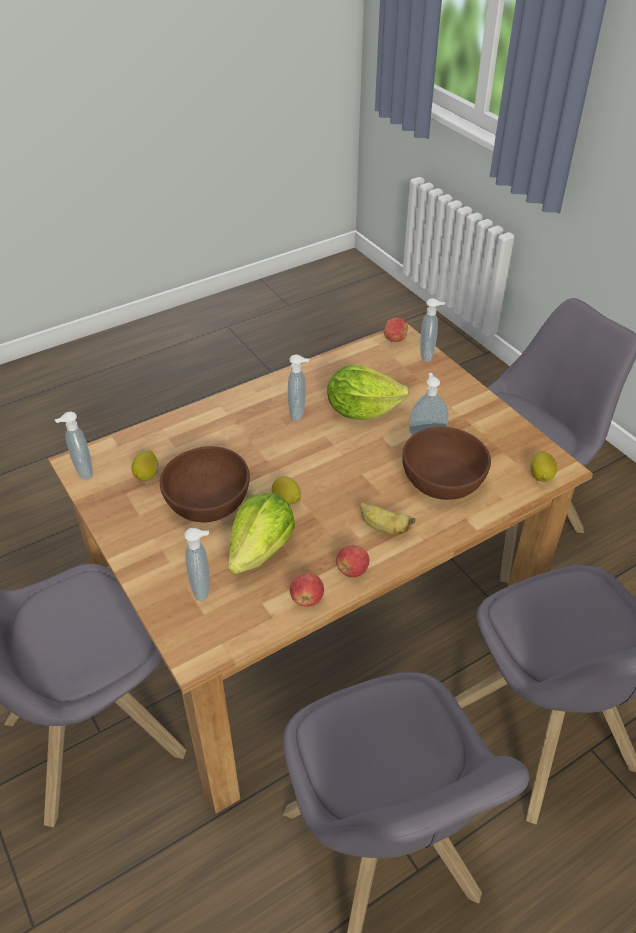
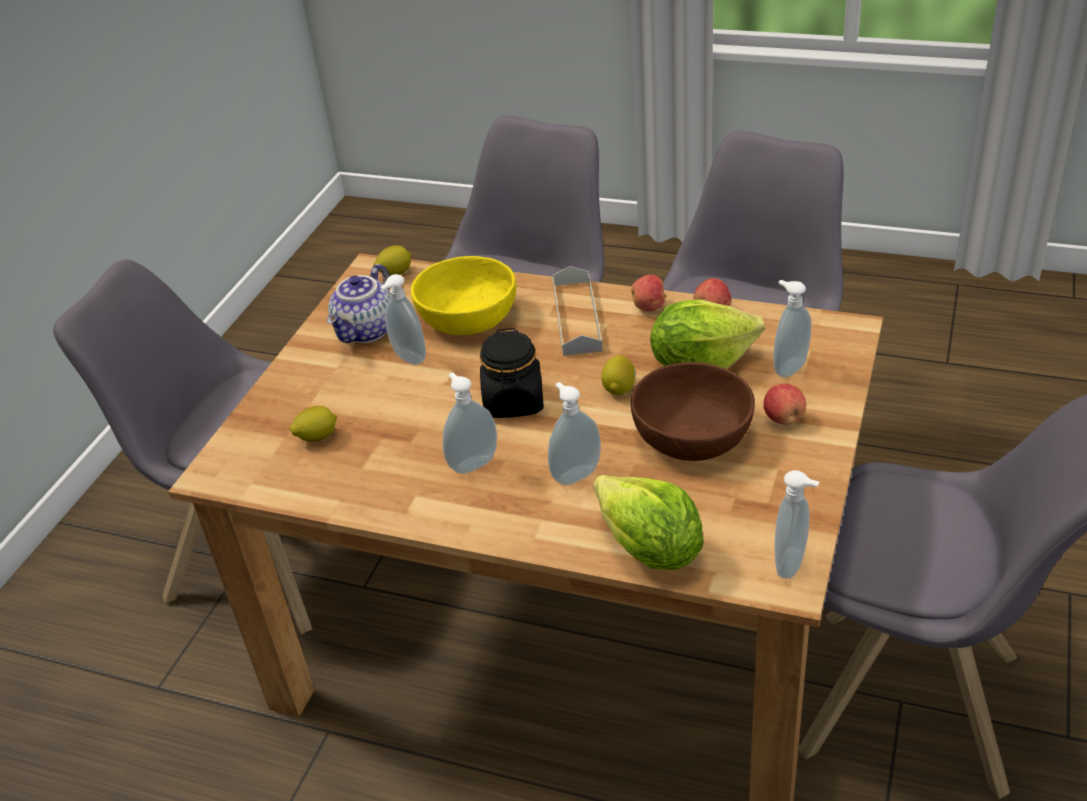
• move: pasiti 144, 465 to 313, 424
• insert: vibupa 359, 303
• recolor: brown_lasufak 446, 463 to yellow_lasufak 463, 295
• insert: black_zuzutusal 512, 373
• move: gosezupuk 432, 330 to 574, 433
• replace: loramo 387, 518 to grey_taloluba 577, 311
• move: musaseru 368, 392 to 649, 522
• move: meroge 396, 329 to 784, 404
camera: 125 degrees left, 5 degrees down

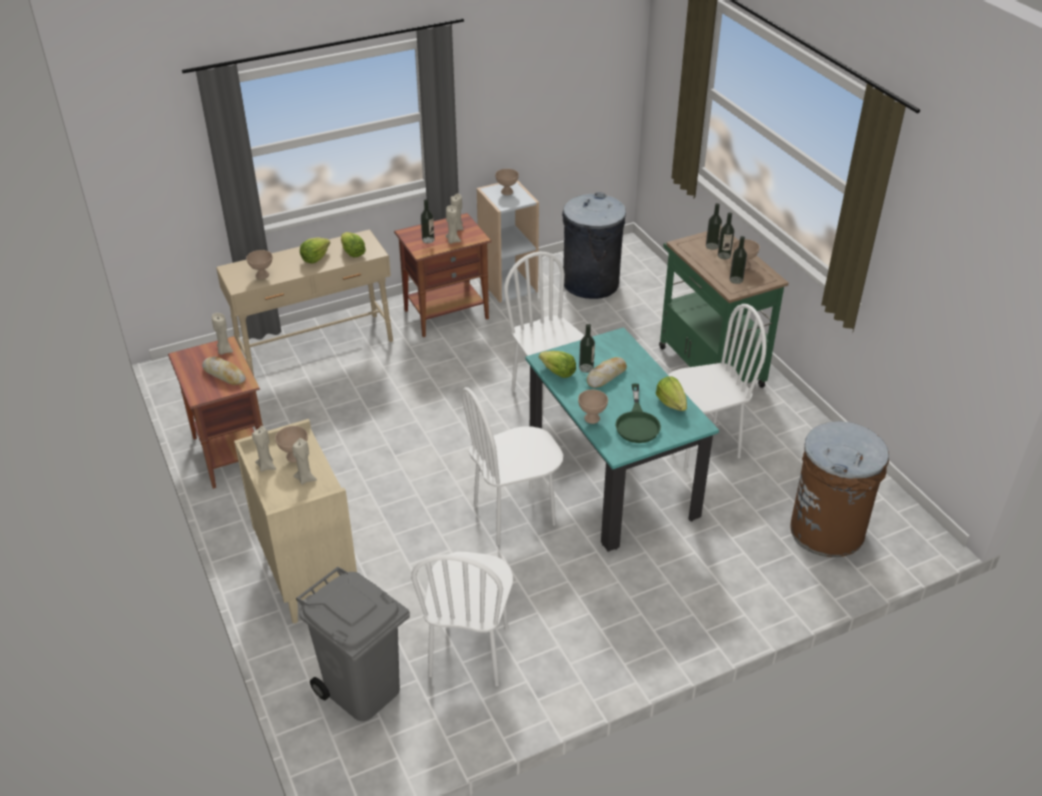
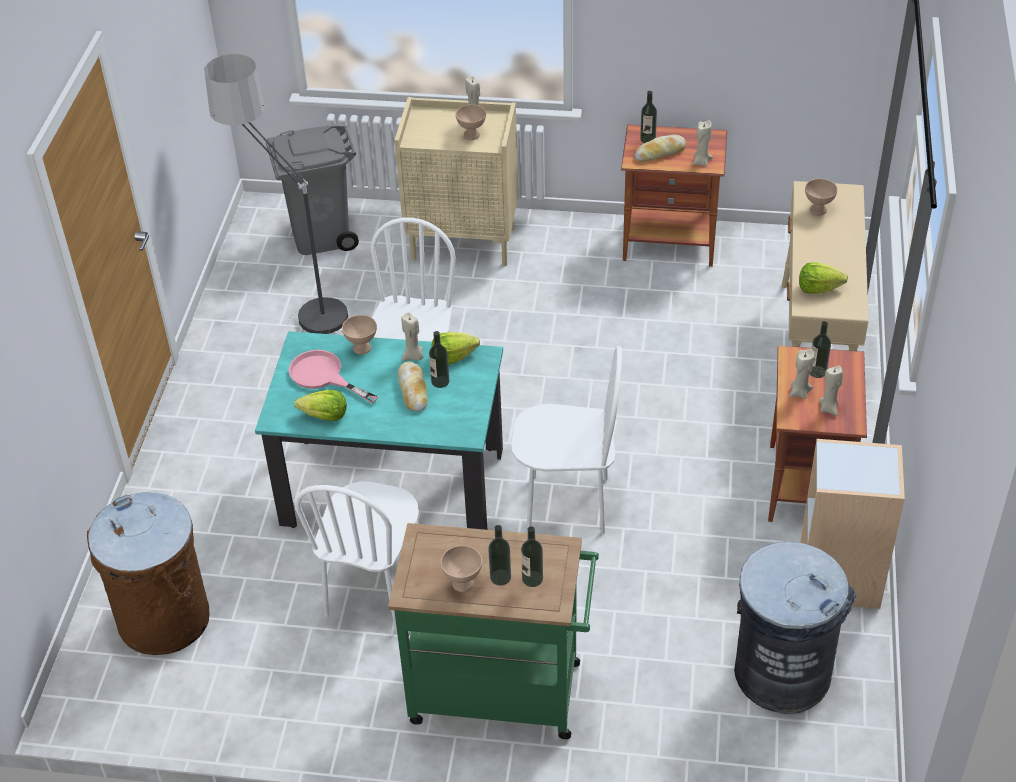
• replace: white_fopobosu 462, 619 to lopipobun 276, 194
• recolor: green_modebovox 638, 413 to pink_modebovox 333, 376
• move: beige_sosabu 304, 461 to 412, 336
• move: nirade 738, 260 to 648, 117
• delete: musaseru 315, 250
• delete: beige_lasufak 507, 182
camera: 125 degrees right, 5 degrees up

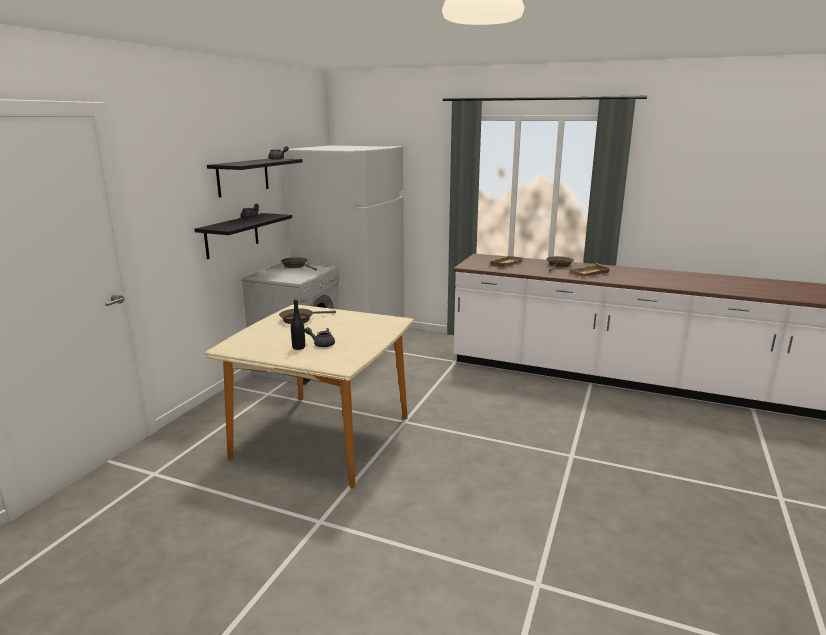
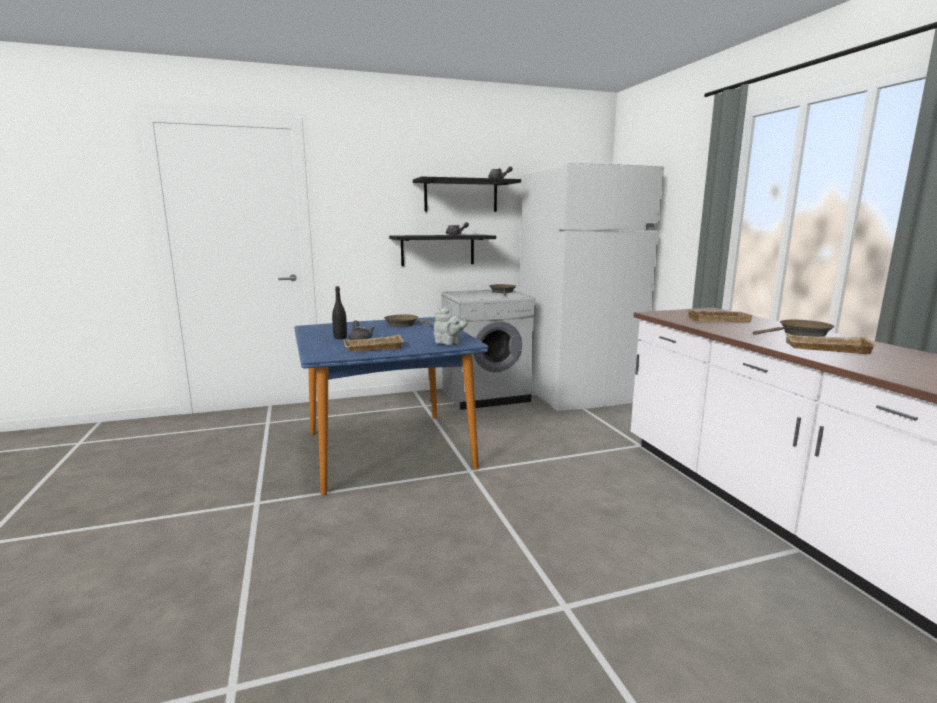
• recolor: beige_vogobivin 309, 396 to blue_vogobivin 391, 406
• insert: beige_taloluba 374, 343
• insert: grey_vibupa 451, 326
camera: 50 degrees right, 5 degrees down

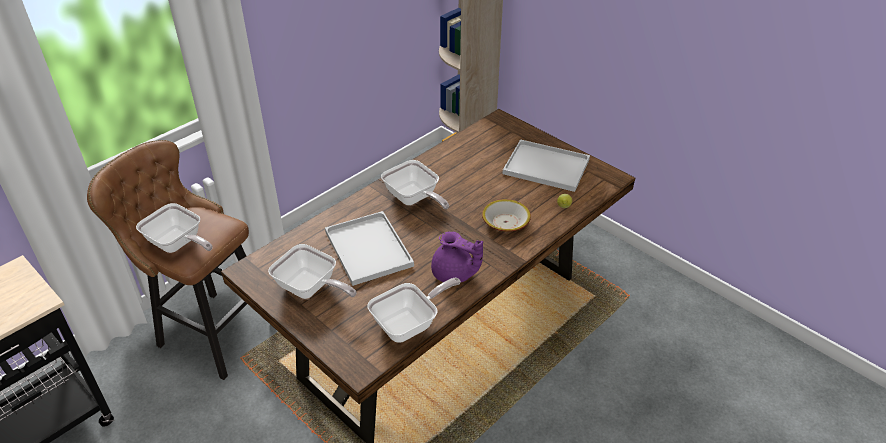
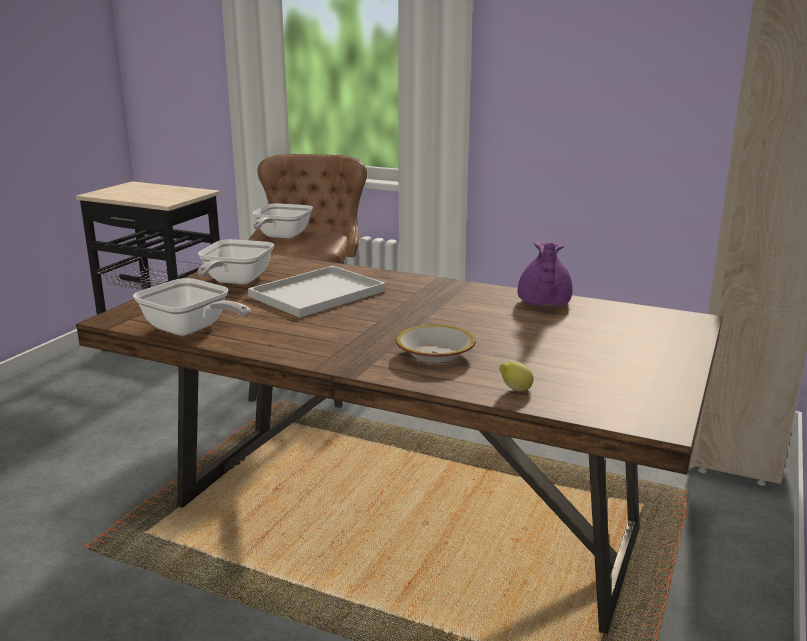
• move: purple_vibupa 457, 256 to 545, 274
• delete: modebovox 415, 184
• delete: white_taloluba 546, 165
camera: 70 degrees right, 20 degrees down

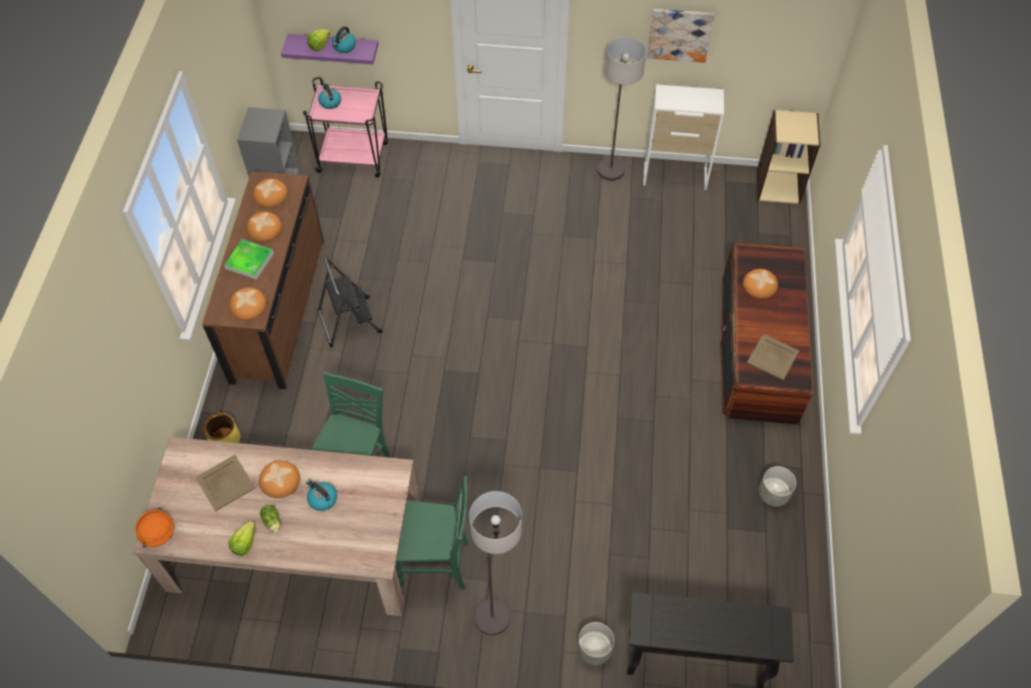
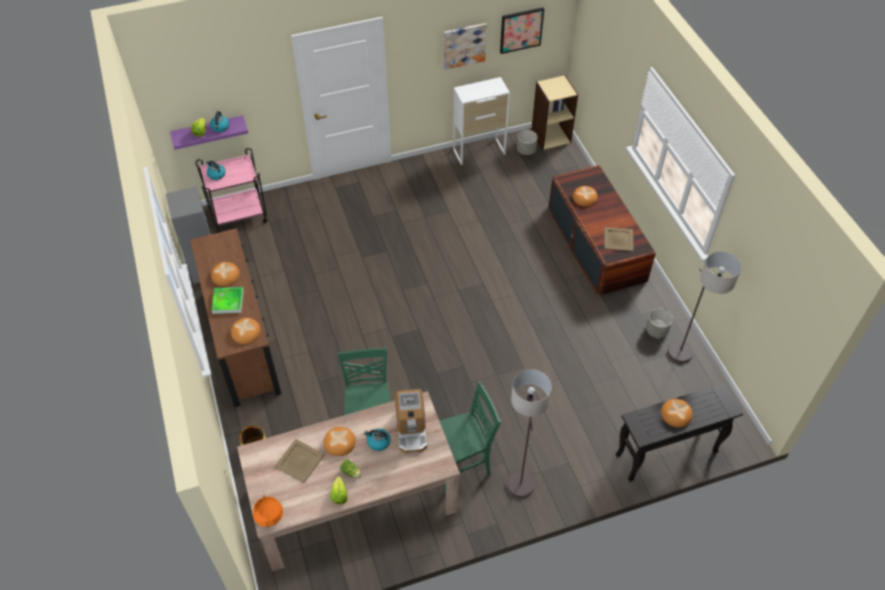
• insert: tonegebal 411, 421
• insert: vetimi 522, 30
• move: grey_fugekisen 595, 643 to 527, 142
• move: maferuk 270, 193 to 677, 413
• move: grey_lopipobun 621, 109 to 704, 307
• delete: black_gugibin 350, 303
camera: 25 degrees left, 5 degrees down

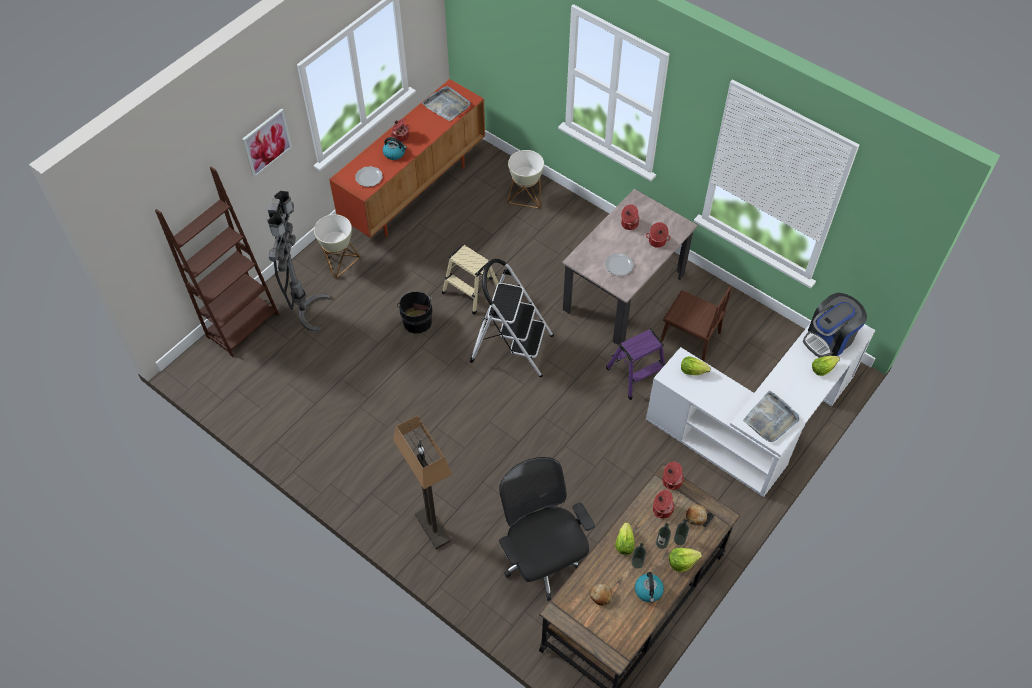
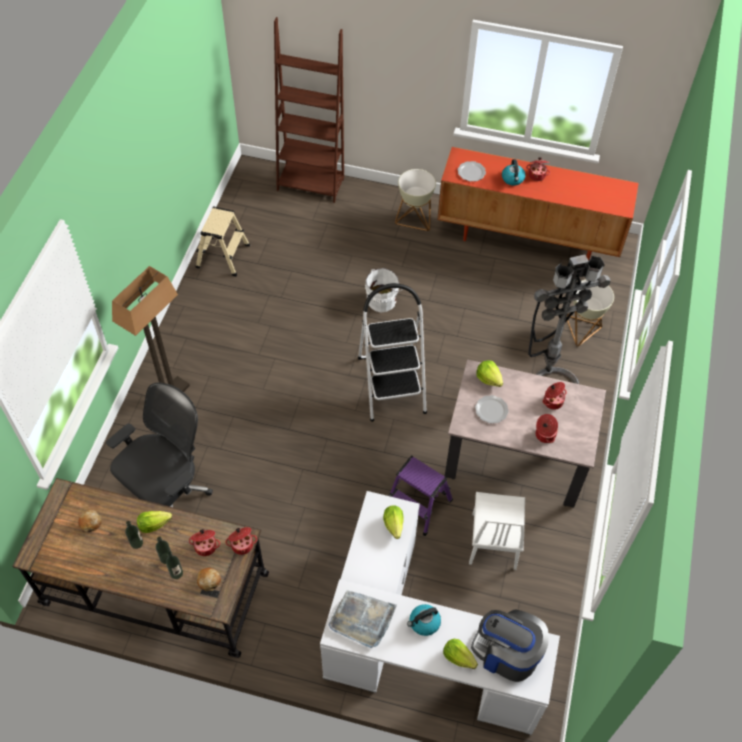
• move: beige_gugibin 470, 279 to 222, 241
• recolor: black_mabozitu 414, 312 to white_mabozitu 383, 290
• move: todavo 649, 587 to 424, 620
• recolor: brown_fopobosu 696, 323 to white_fopobosu 497, 531
• move: musaseru 685, 560 to 489, 373
• move: grey_lopipobun 298, 261 to 569, 319
• delete: vetimi 267, 143
• delete: grey_taloluba 446, 103
camera: 65 degrees right, 0 degrees up

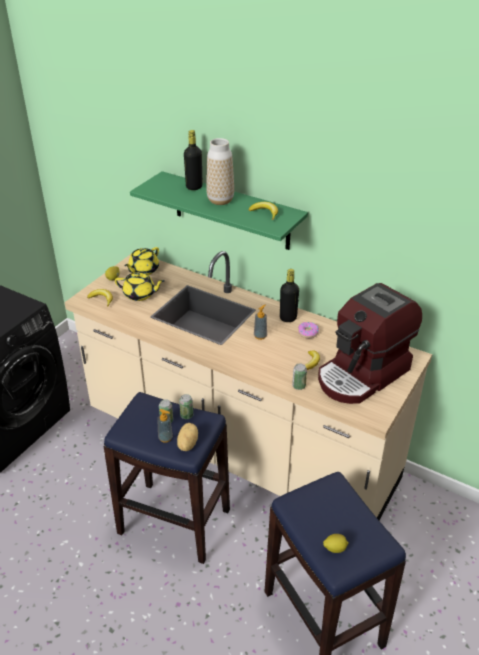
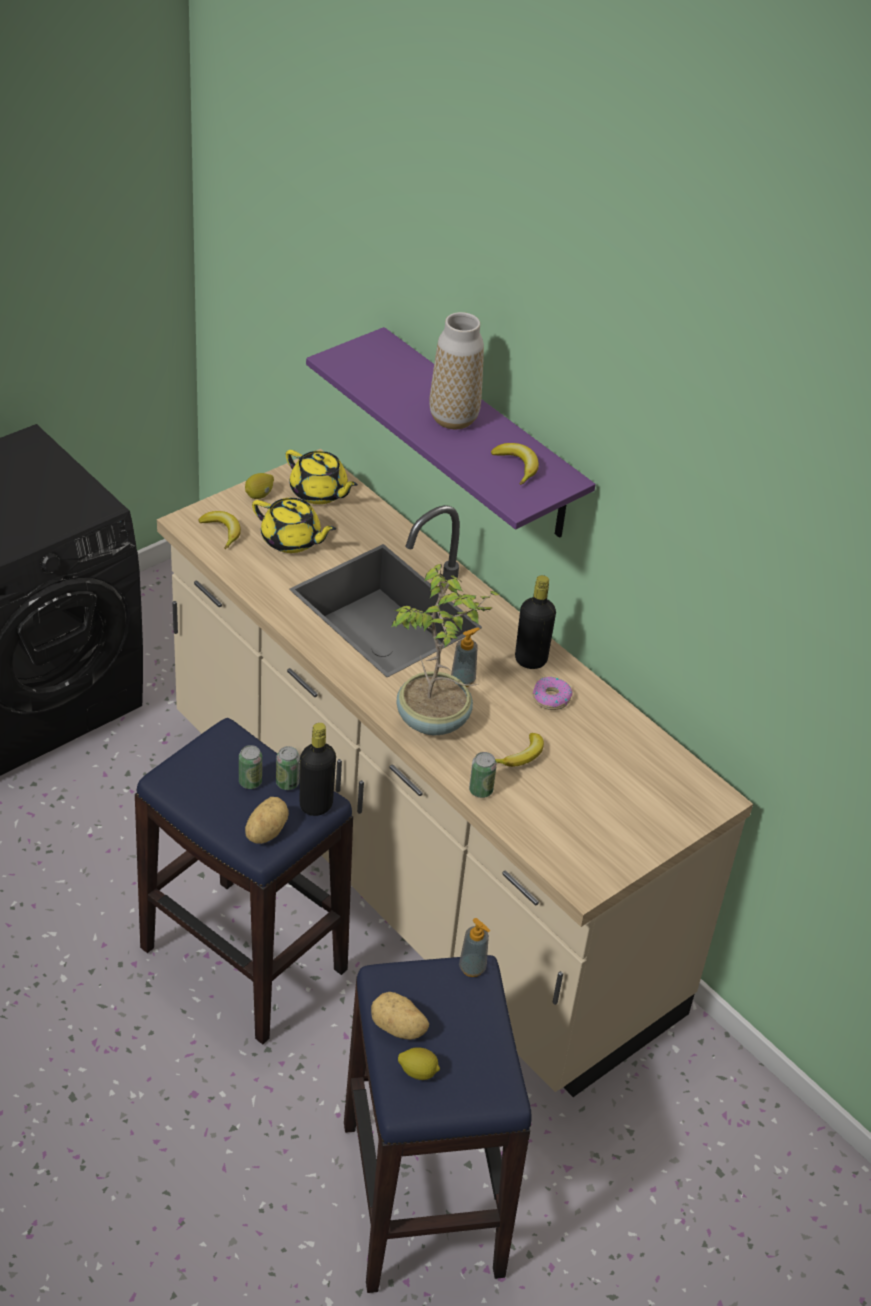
• rotate: yellow_vibupa 141, 261 = 322, 477 105 degrees counterclockwise
• move: black_nirade 193, 160 to 318, 769
• recolor: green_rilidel 219, 210 to purple_rilidel 451, 432
• insert: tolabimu 400, 1016
• insert: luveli 446, 650
• move: gosezupuk 165, 426 to 474, 947
• delete: tonegebal 370, 343
camera: 15 degrees right, 5 degrees up

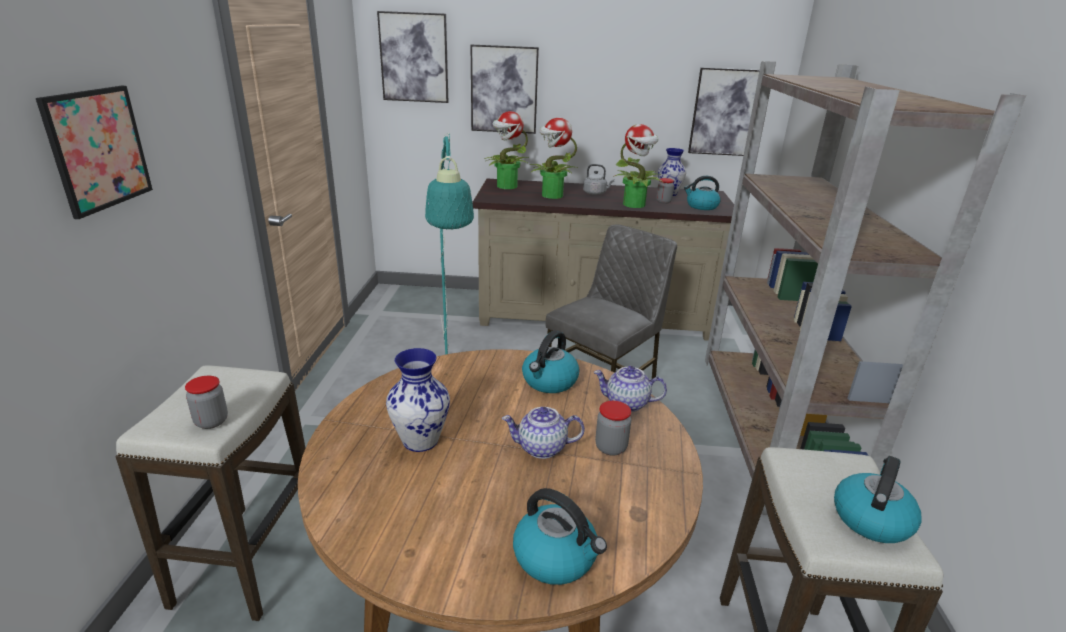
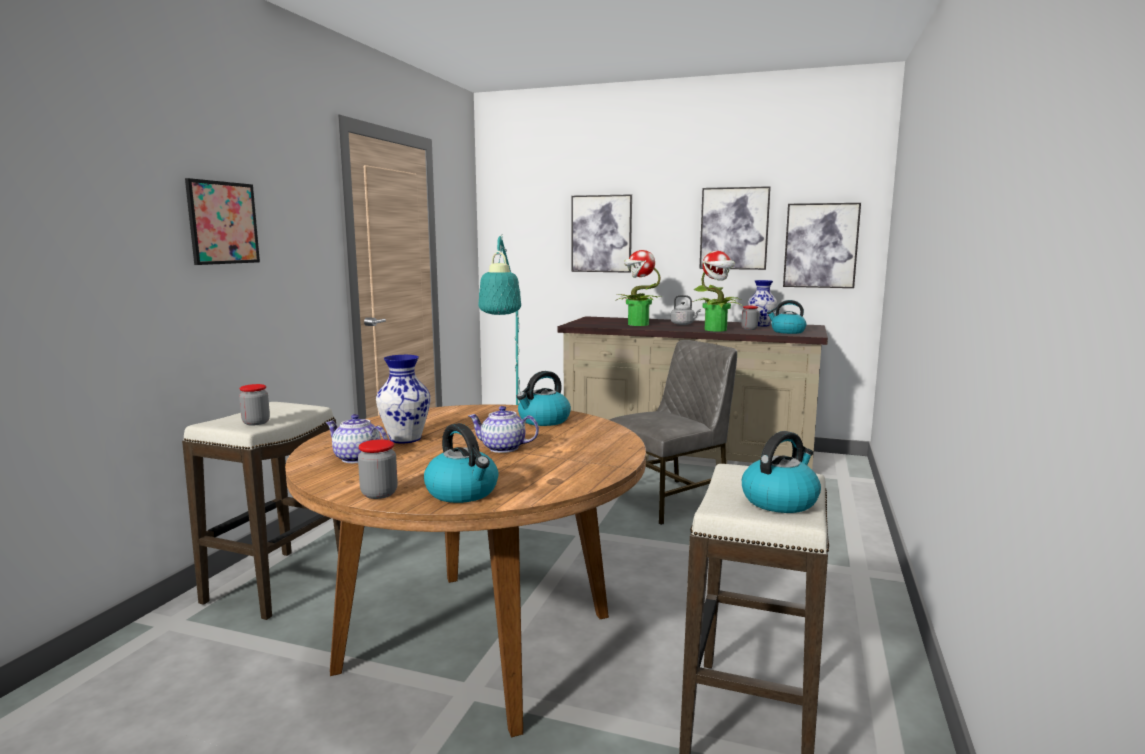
• move: vibupa 630, 389 to 357, 438
• move: zuzutusal 613, 428 to 378, 469
• move: vetimi 412, 57 to 735, 228
• delete: luveli 507, 150
• delete: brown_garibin 865, 288
camera: 15 degrees right, 15 degrees down

